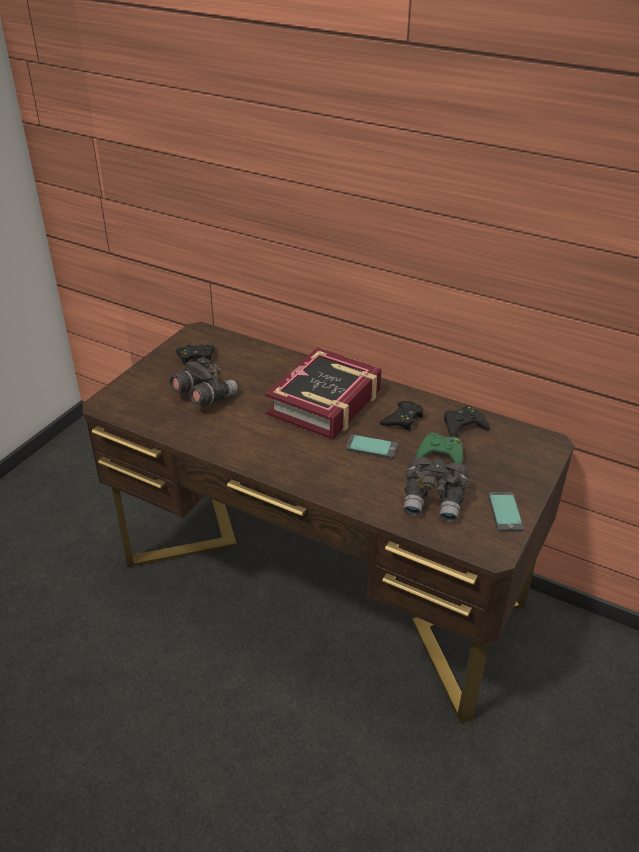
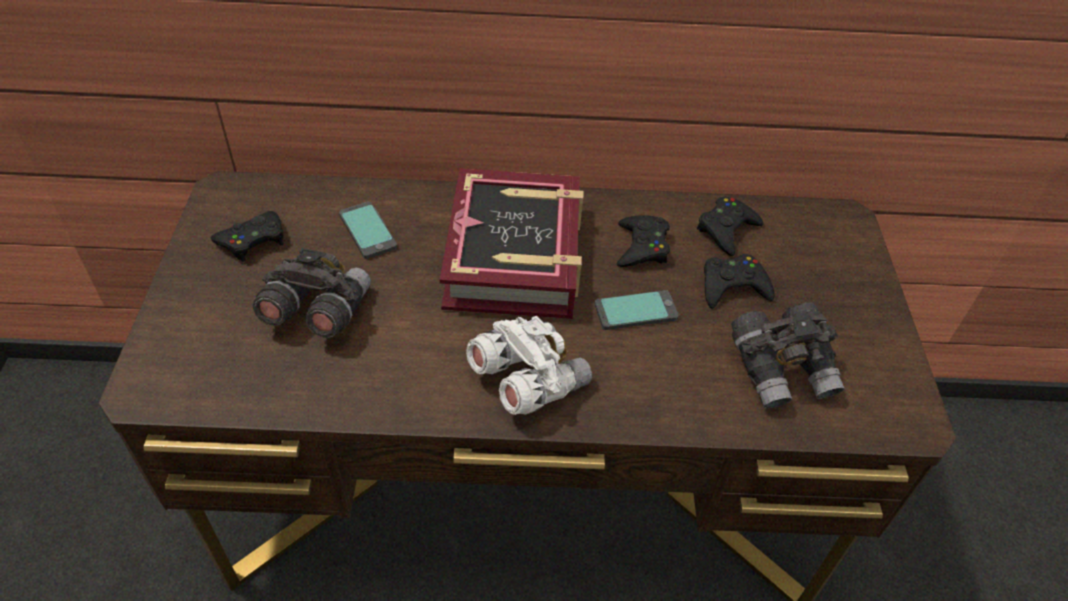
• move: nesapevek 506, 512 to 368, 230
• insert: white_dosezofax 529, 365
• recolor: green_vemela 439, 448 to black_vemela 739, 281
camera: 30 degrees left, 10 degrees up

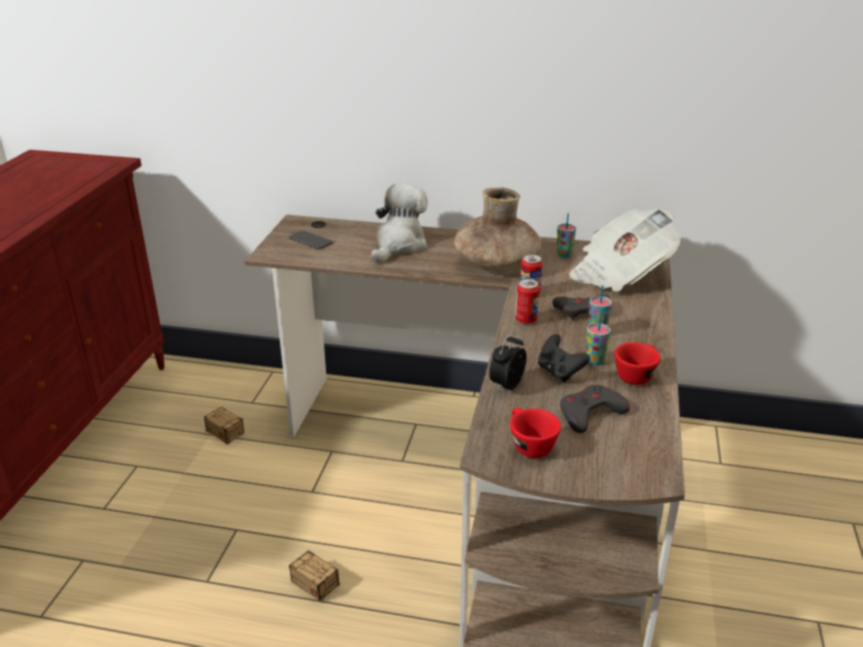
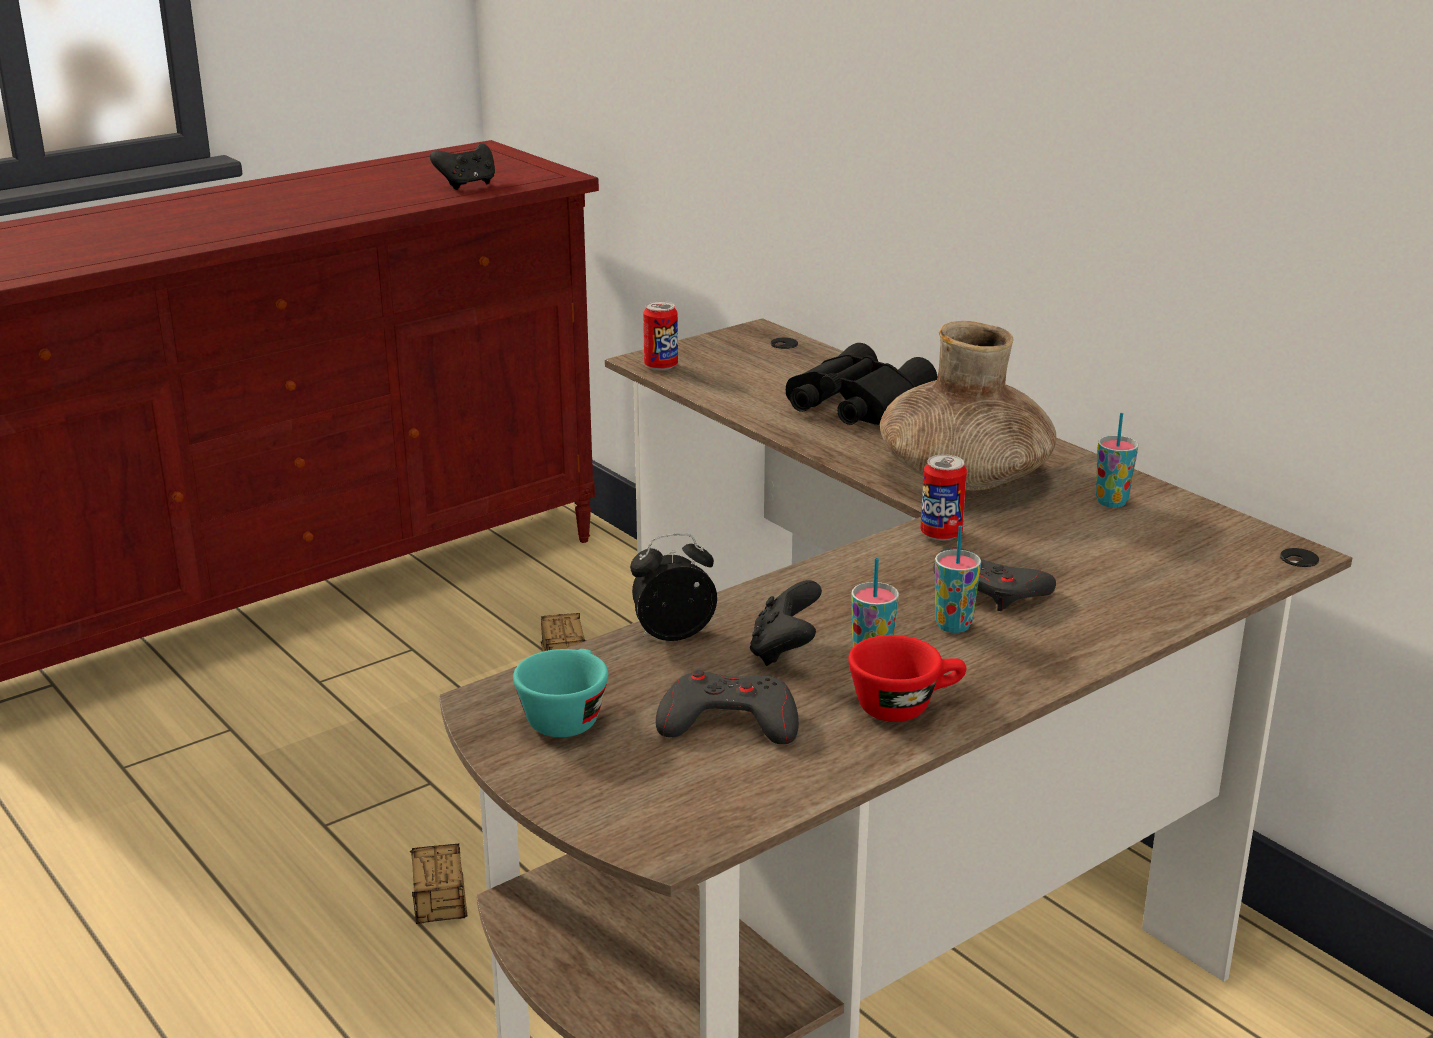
• insert: black_vemela 462, 166
• recolor: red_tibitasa 535, 433 to turquoise_tibitasa 560, 693
• move: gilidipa 527, 301 to 660, 335
• replace: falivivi 399, 223 to black_dosezofax 861, 384
• delete: nesapevek 311, 239
• delete: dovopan 625, 250
camera: 40 degrees right, 5 degrees down

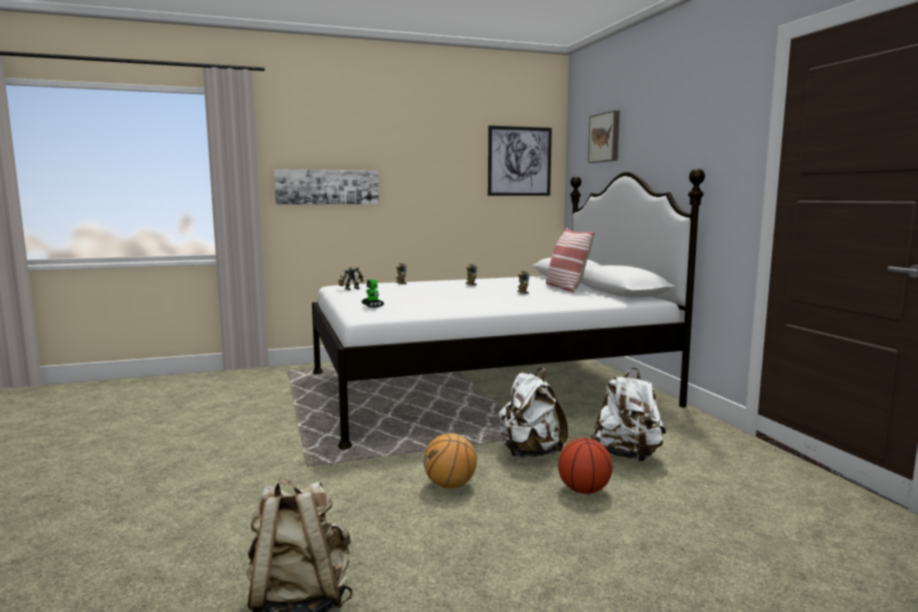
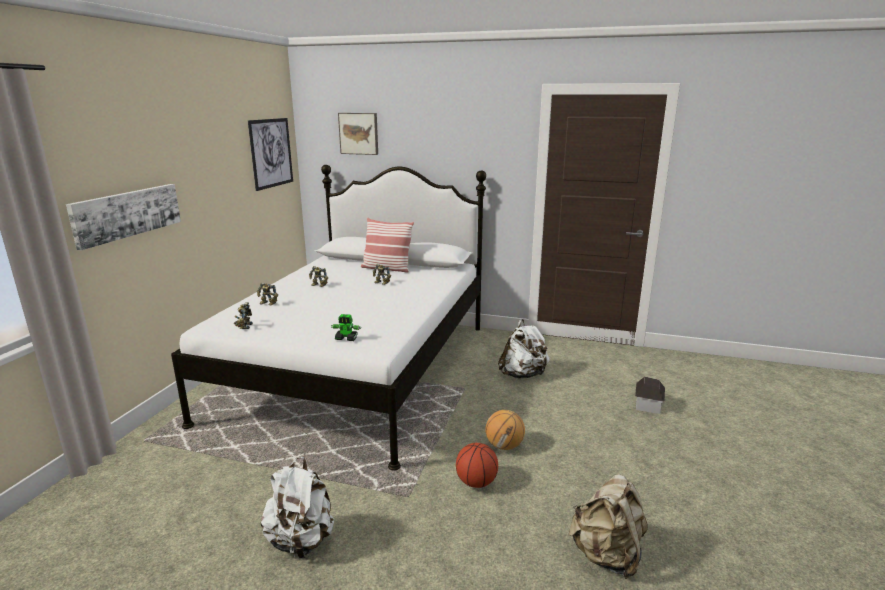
• move: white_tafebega 533, 413 to 297, 508
• move: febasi 585, 466 to 477, 465
• insert: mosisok 650, 395
camera: 55 degrees left, 10 degrees up

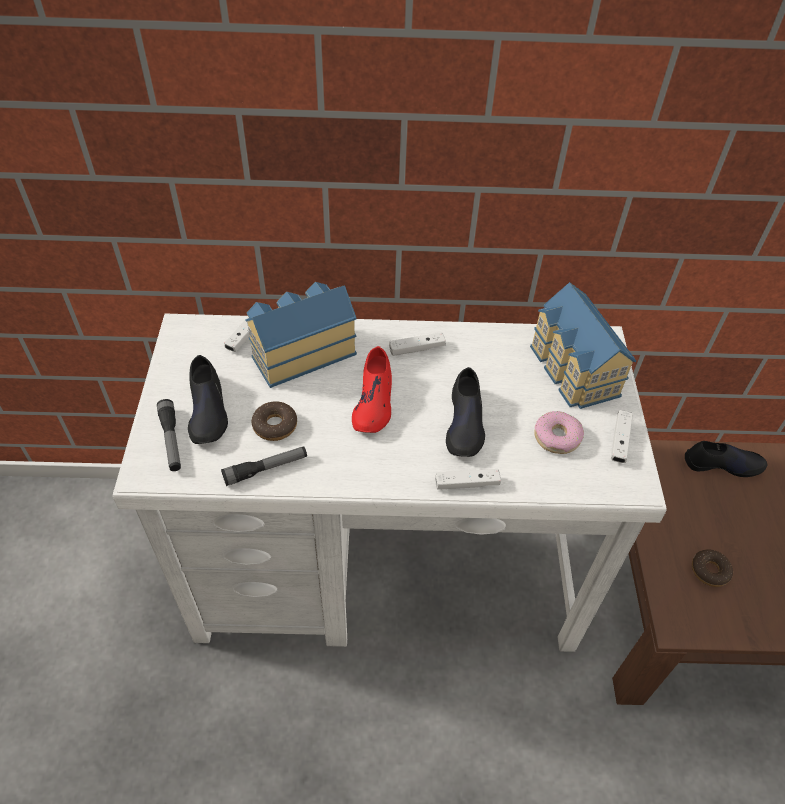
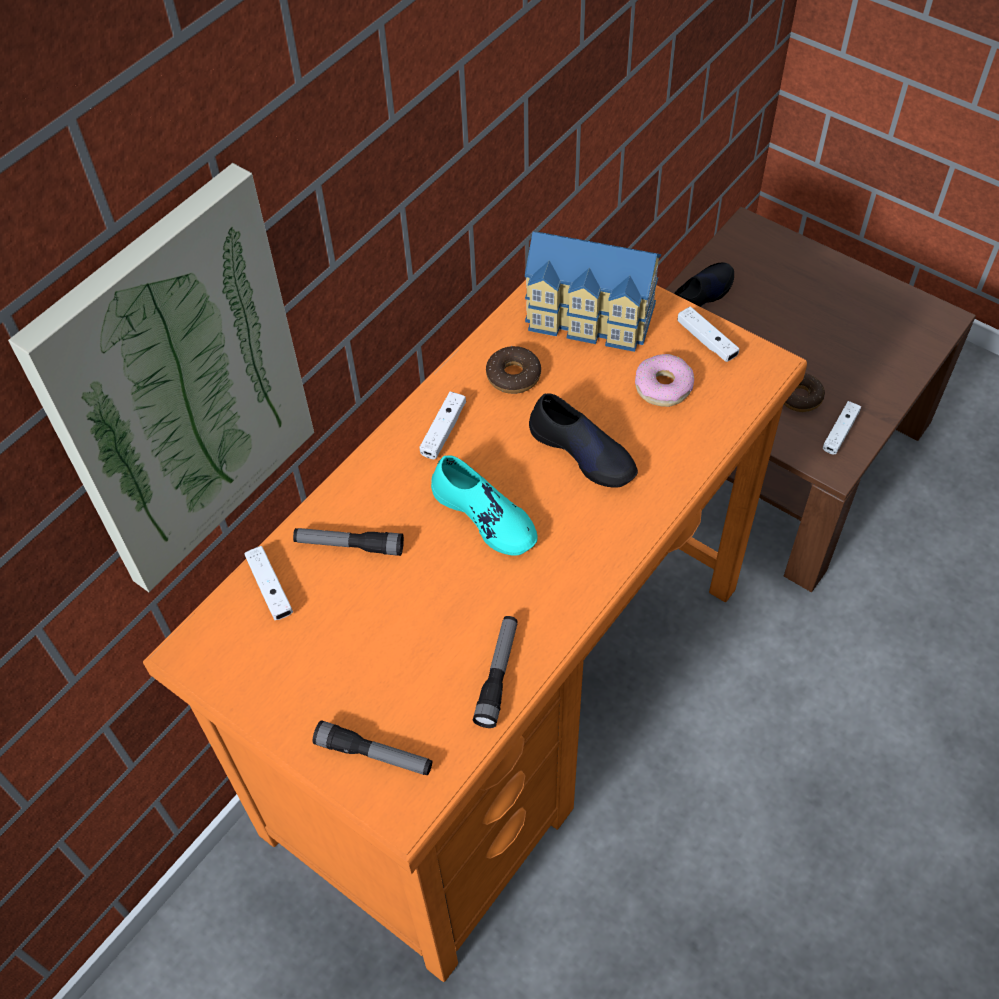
• insert: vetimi 161, 377
• recolor: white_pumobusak 390, 483 to orange_pumobusak 475, 631
• replace: mosisok 301, 335 to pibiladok 348, 542
• recolor: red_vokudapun 372, 389 to turquoise_vokudapun 484, 505
• move: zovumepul 274, 421 to 513, 370
• move: white_vemela 468, 479 to 842, 428
• delete: black_vokudapun 208, 399
camera: 50 degrees left, 5 degrees up

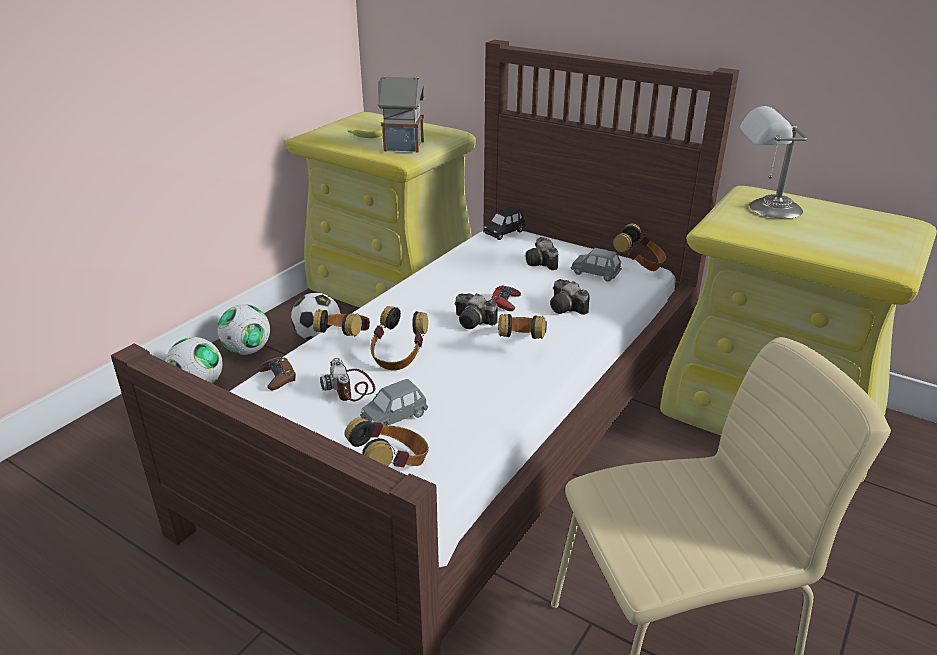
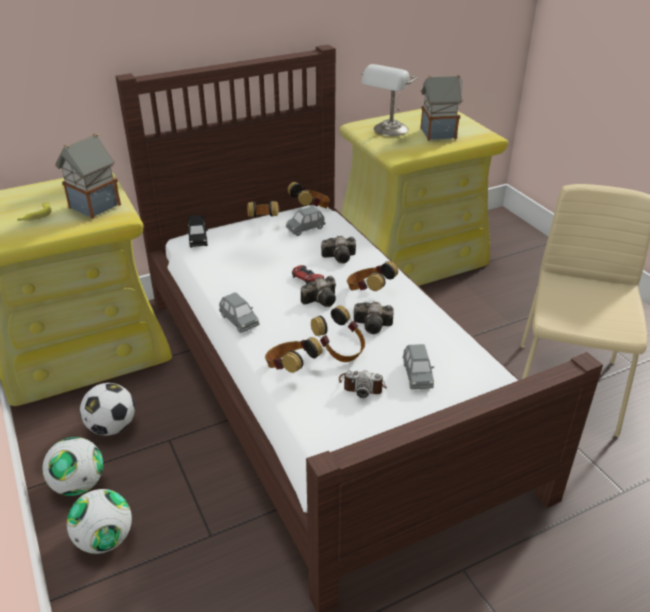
• insert: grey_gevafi 239, 312
• move: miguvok 387, 442 to 263, 209
• move: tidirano 541, 253 to 374, 317
• insert: mosisok 441, 107
• delete: brown_vemela 277, 373
camera: 60 degrees left, 5 degrees up

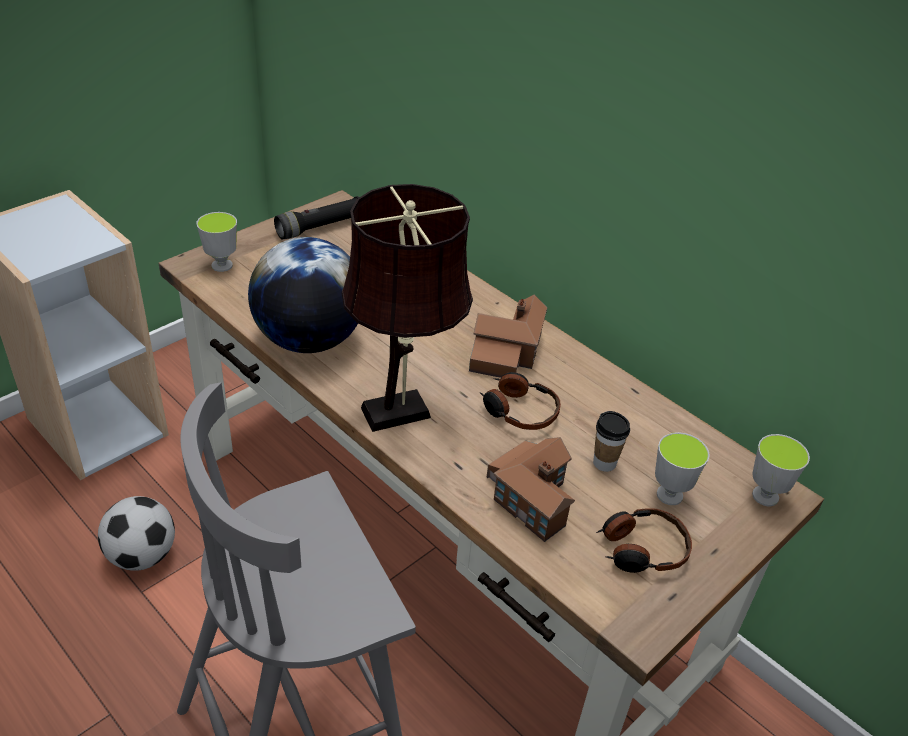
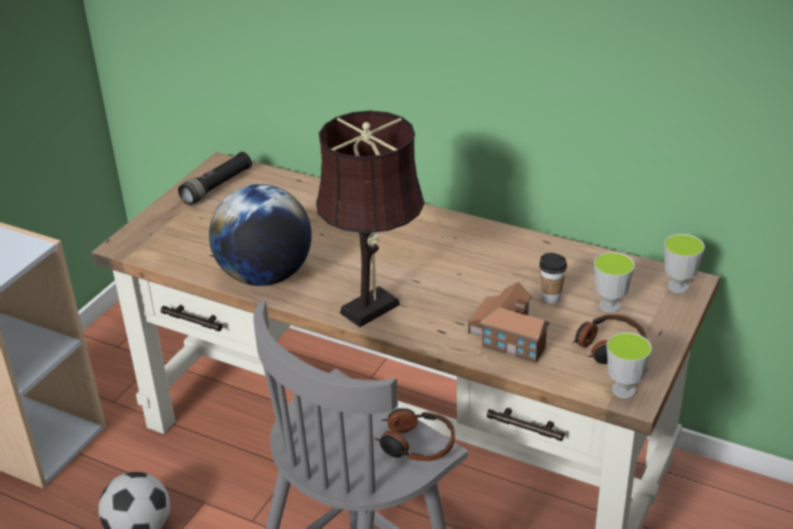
• move: miguvok 520, 401 to 414, 434
• move: tibitasa 217, 242 to 629, 365
• delete: mosisok 508, 336
camera: 15 degrees left, 5 degrees down

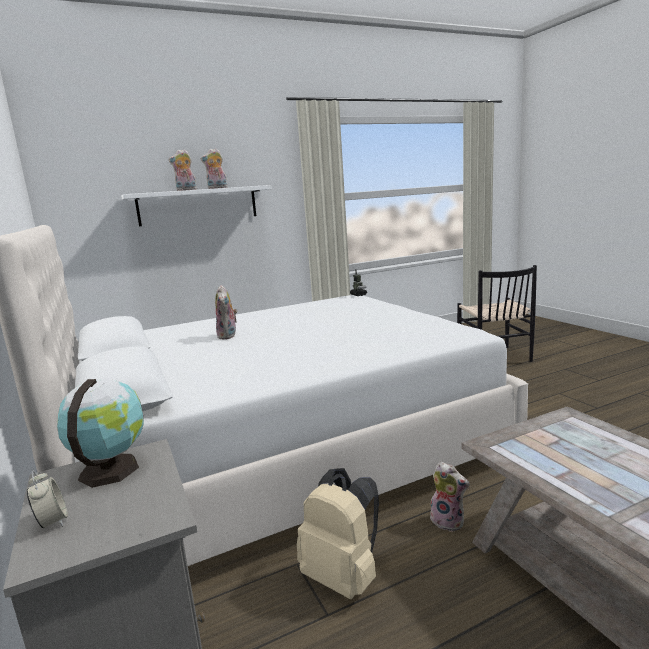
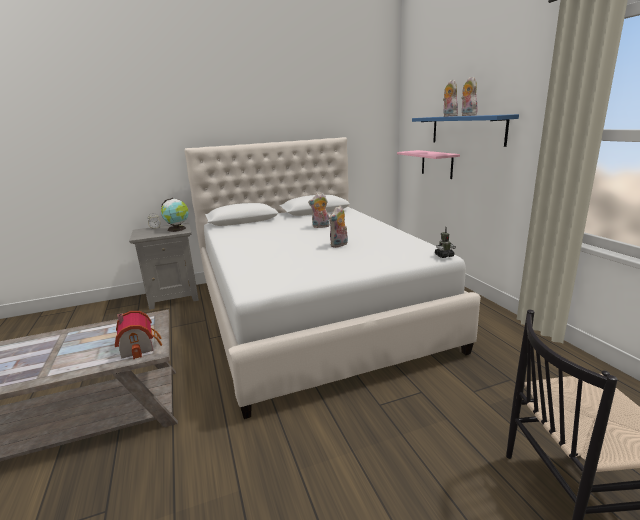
• insert: mosisok 138, 335
• move: falivivi 450, 497 to 338, 227
• insert: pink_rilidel 428, 164
• recolor: white_rilidel 196, 205 to blue_rilidel 465, 130
• delete: beige_tafebega 338, 533
camera: 95 degrees right, 5 degrees up

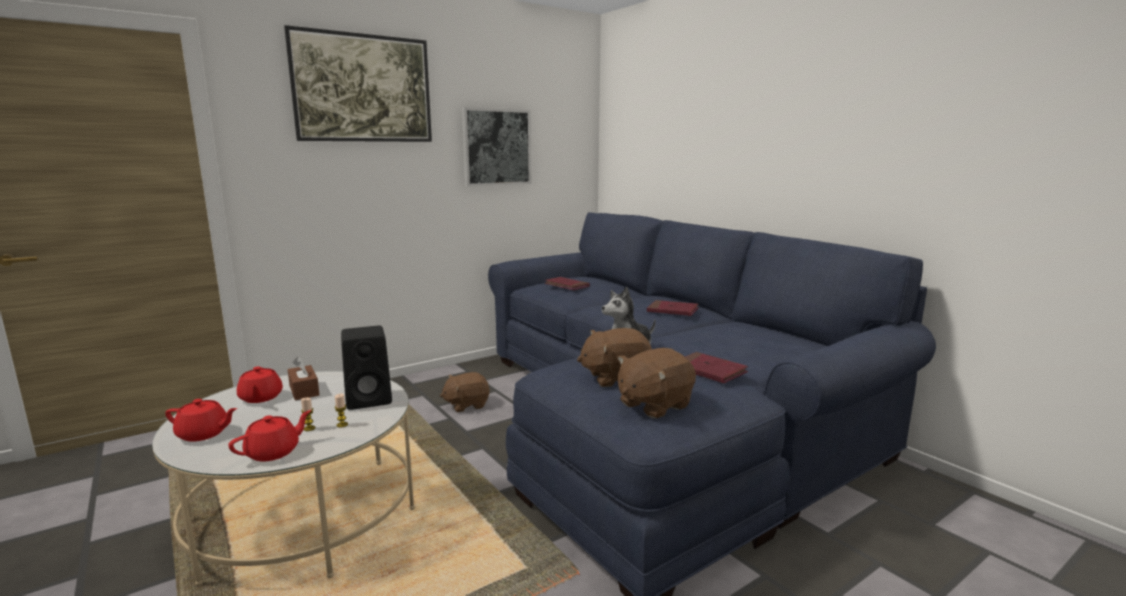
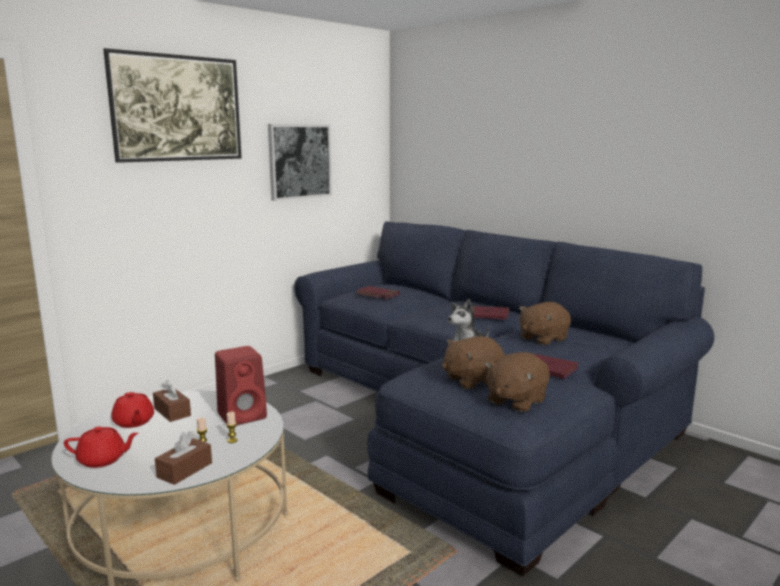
• replace: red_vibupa 269, 436 to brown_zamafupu 183, 458
• recolor: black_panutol 366, 368 to red_panutol 241, 385
• move: brown_falivivi 464, 392 to 545, 323
camera: 10 degrees left, 0 degrees up

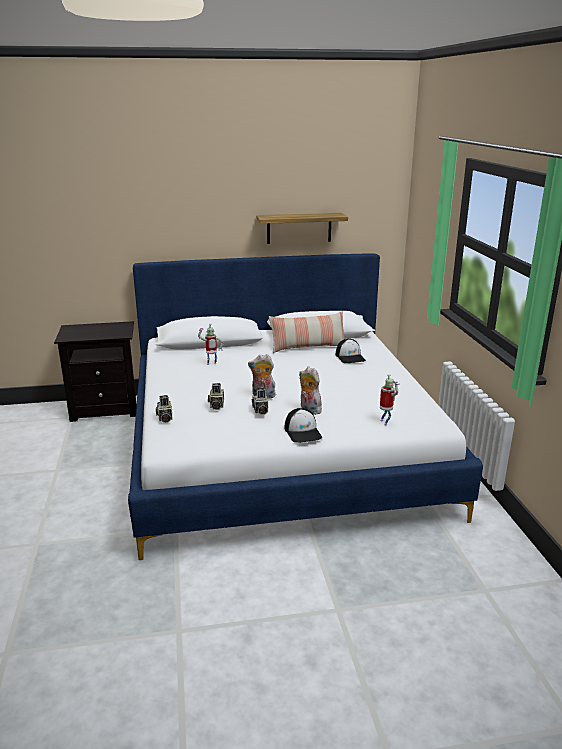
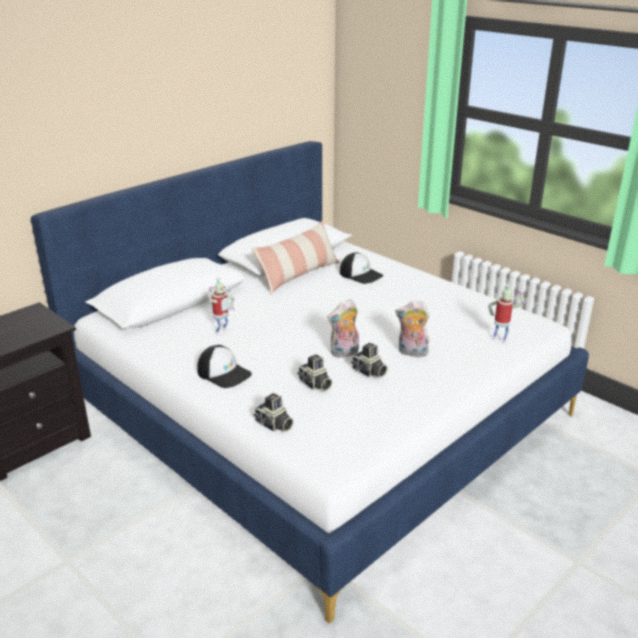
• move: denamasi 303, 425 to 224, 366
• delete: rilidel 302, 228
camera: 35 degrees left, 5 degrees up

